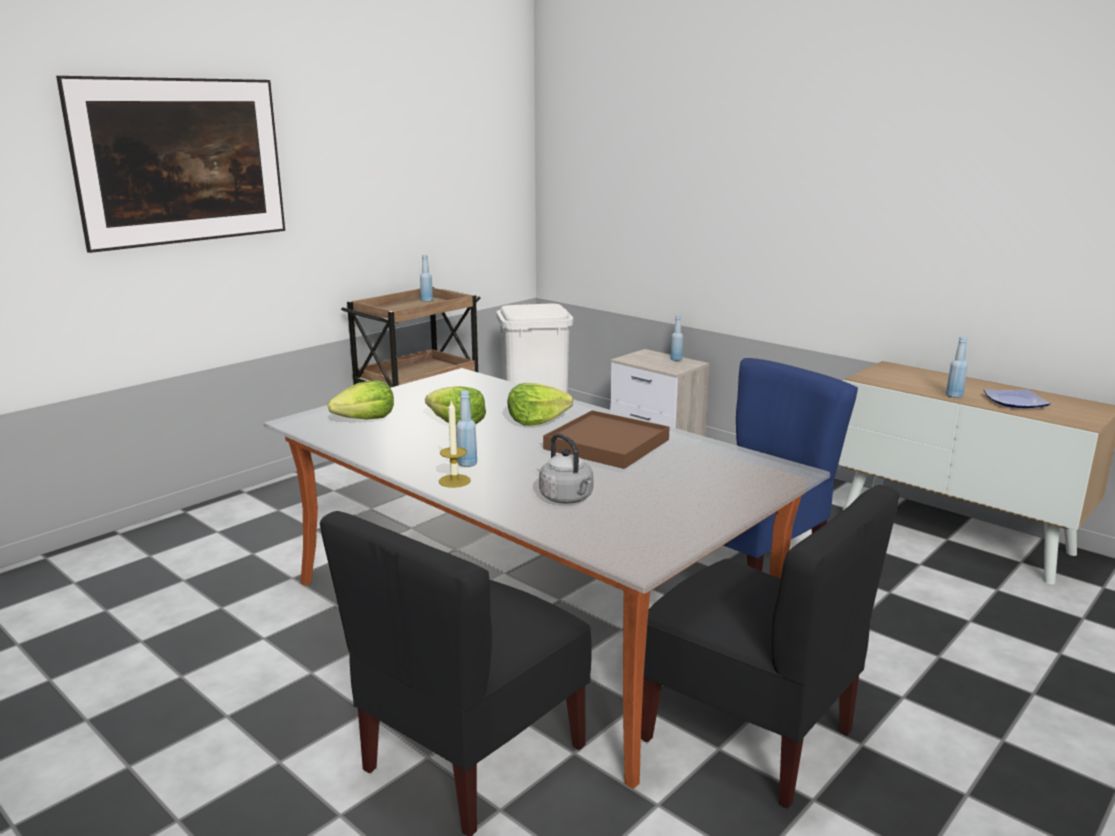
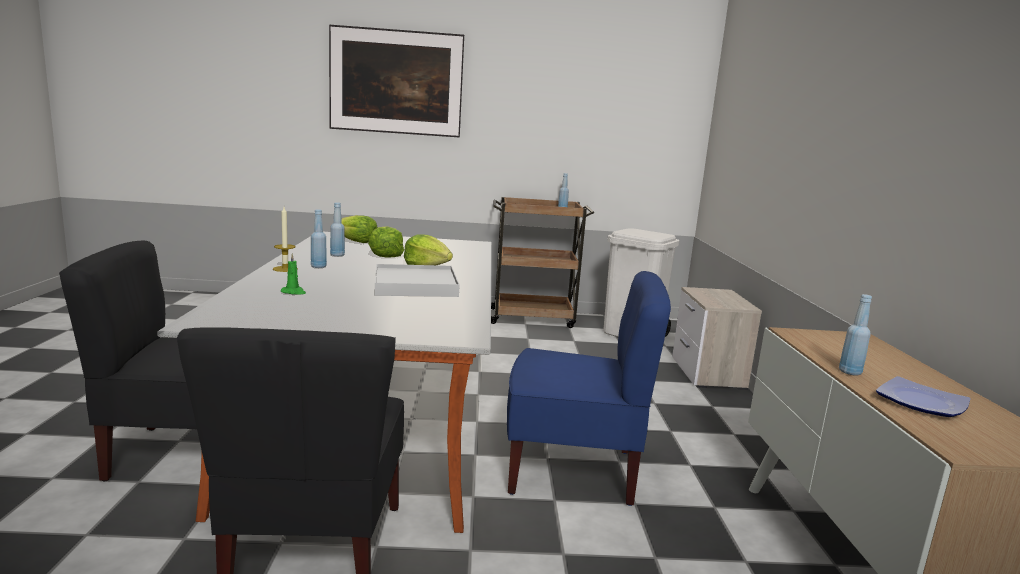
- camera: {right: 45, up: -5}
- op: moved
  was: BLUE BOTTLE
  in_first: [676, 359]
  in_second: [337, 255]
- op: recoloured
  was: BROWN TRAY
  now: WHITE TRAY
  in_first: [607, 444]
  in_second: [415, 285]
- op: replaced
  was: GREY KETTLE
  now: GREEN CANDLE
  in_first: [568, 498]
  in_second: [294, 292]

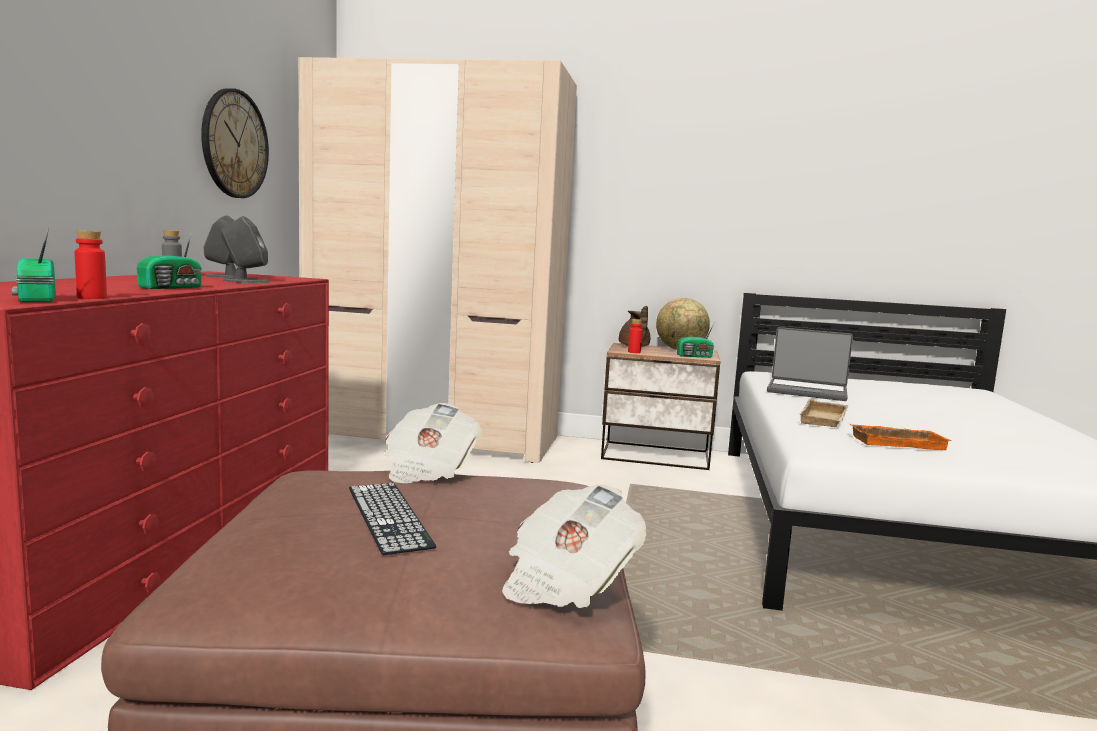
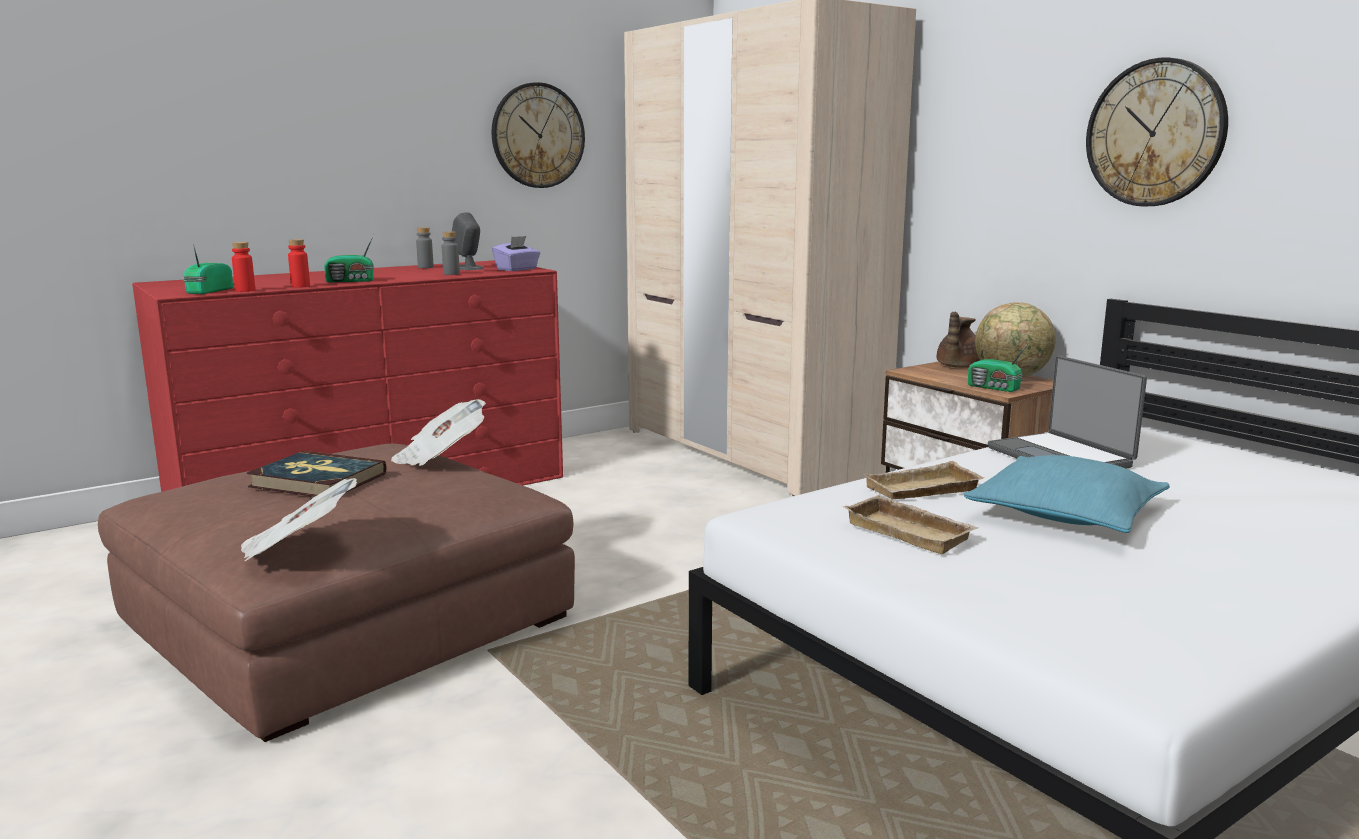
- camera: {right: 45, up: 5}
- op: replaced
  was: GREY SPEAKER
  now: GREY BOTTLE
  in_first: [245, 281]
  in_second: [451, 274]
- op: moved
  was: RED BOTTLE
  in_first: [634, 352]
  in_second: [300, 286]
- op: recoloured
  was: ORANGE TRAY
  now: BEIGE TRAY
  in_first: [897, 442]
  in_second: [911, 532]
- op: replaced
  was: KEYBOARD
  now: BOOK
  in_first: [388, 516]
  in_second: [318, 480]
- op: added
  now: WALL CLOCK
  in_second: [1155, 133]
- op: added
  now: PURPLE TISSUE BOX
  in_second: [517, 269]
- op: added
  now: TURQUOISE PILLOW
  in_second: [1065, 514]

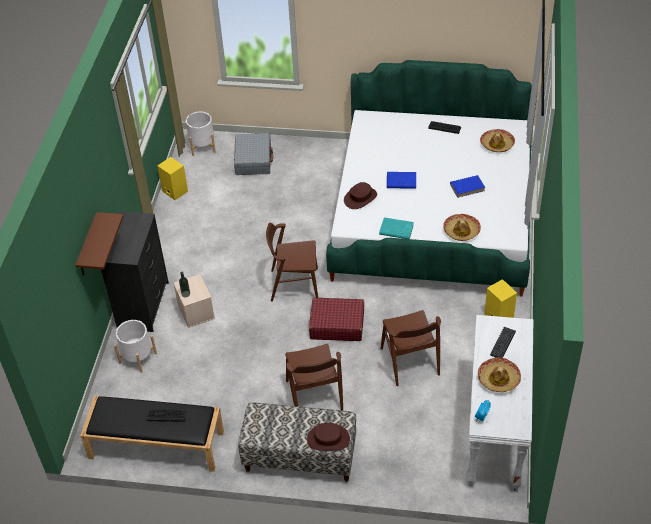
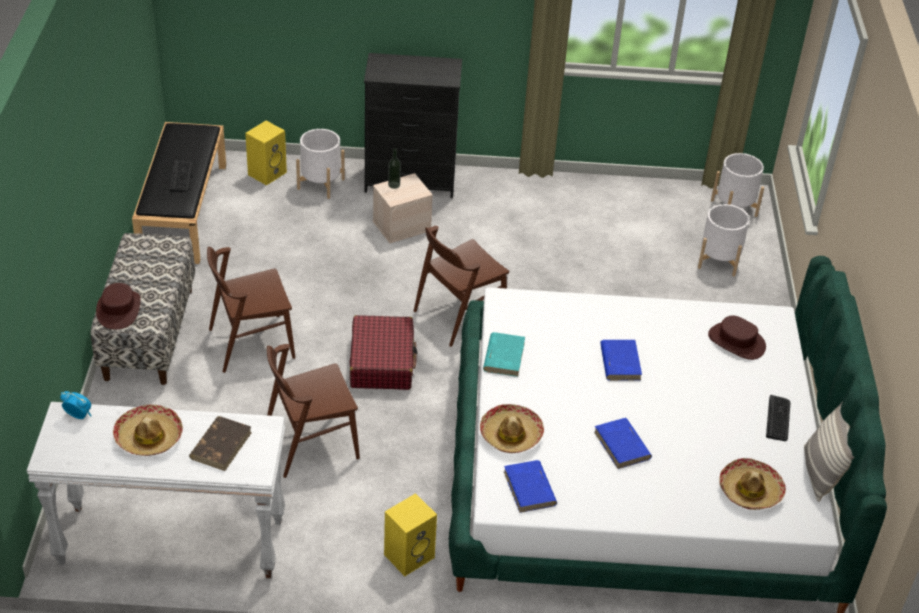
- camera: {right: 80, up: -5}
- op: replaced
  was: GREY SUITCASE
  now: WHITE PLANTER
  in_first: [253, 160]
  in_second: [719, 261]
- op: moved
  was: YELLOW SPEAKER
  in_first: [174, 191]
  in_second: [267, 173]
- op: moved
  was: BROWN HAT
  in_first: [360, 198]
  in_second: [736, 342]
- op: removed
  was: BROWN SHELF
  in_first: [88, 246]
- op: turned
  was: BROWN CHAIR
  in_first: [294, 284]
  in_second: [459, 315]
  clockwise: -120
- op: replaced
  was: KEYBOARD
  now: BROWN BOOK
  in_first: [503, 343]
  in_second: [221, 445]
- op: added
  now: PILLOW
  in_second: [820, 474]
- op: added
  now: BLUE BOOK
  in_second: [530, 489]

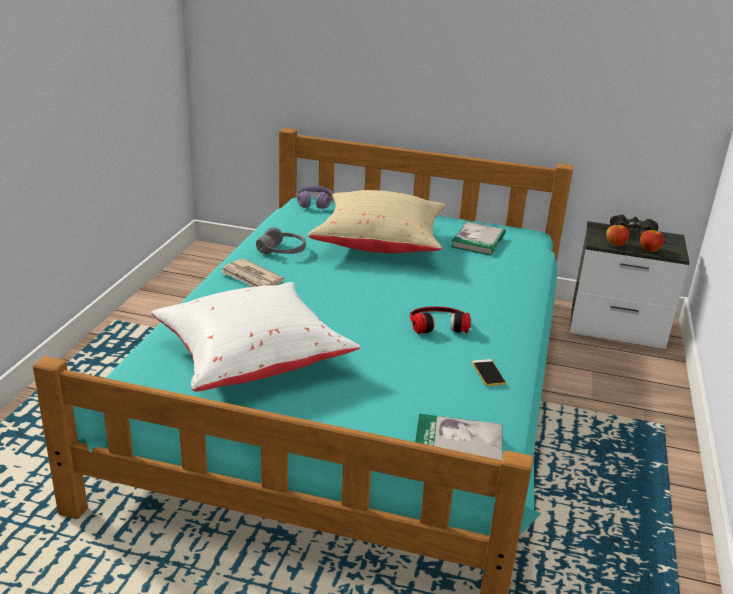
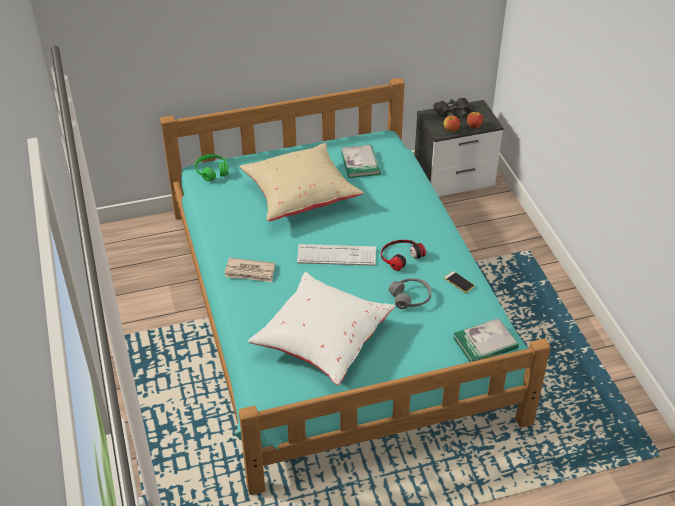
- camera: {right: -30, up: 15}
- op: recoloured
  was: PURPLE HEADPHONES
  now: GREEN HEADPHONES
  in_first: [314, 203]
  in_second: [212, 172]
- op: moved
  was: GREY HEADPHONES
  in_first: [282, 251]
  in_second: [410, 298]
- op: added
  now: KEYBOARD
  in_second: [336, 255]

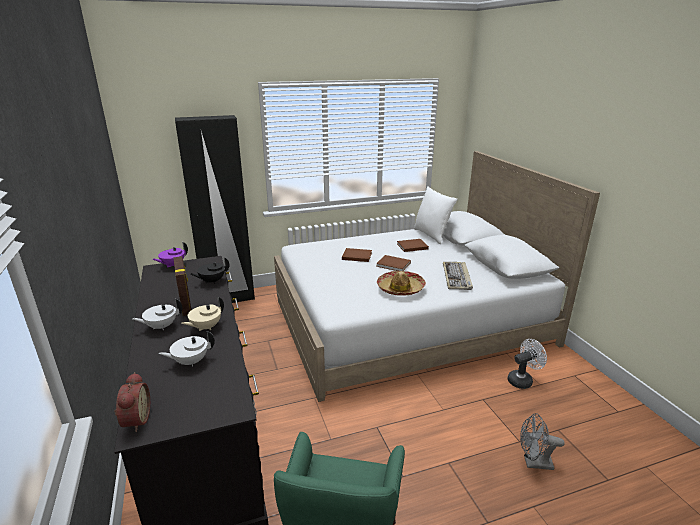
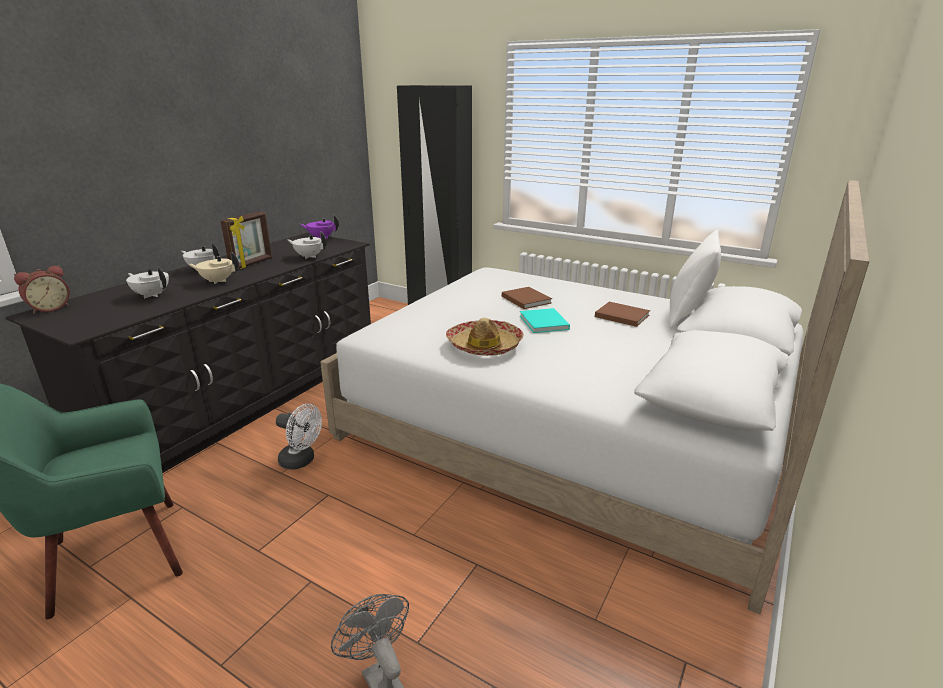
- camera: {right: 50, up: 0}
- op: recoloured
  was: BROWN BOOK
  now: TURQUOISE BOOK
  in_first: [394, 265]
  in_second: [544, 323]
- op: recoloured
  was: BLACK TEAPOT
  now: WHITE TEAPOT
  in_first: [212, 281]
  in_second: [309, 256]
- op: removed
  was: KEYBOARD
  in_first: [457, 277]
- op: moved
  was: WHITE FAN
  in_first: [522, 380]
  in_second: [301, 461]

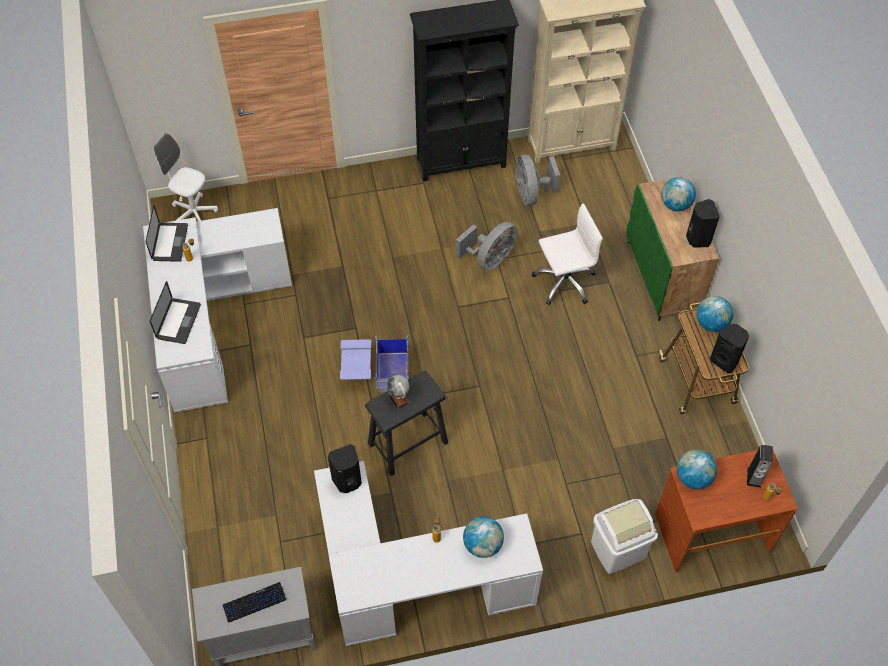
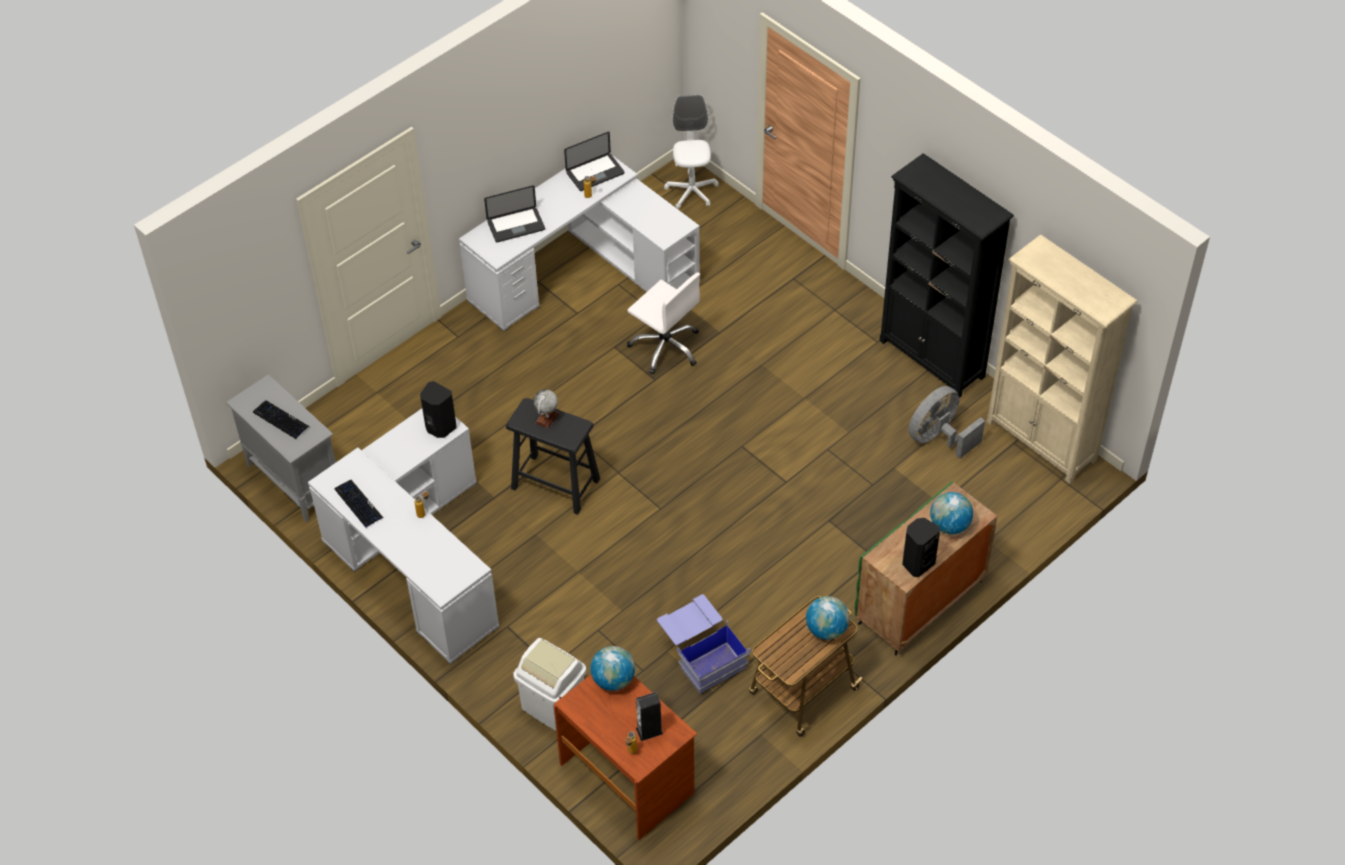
- camera: {right: 60, up: -5}
- op: moved
  was: WHITE OFFICE CHAIR
  in_first: [564, 282]
  in_second: [666, 347]
- op: removed
  was: GREY FAN
  in_first: [490, 259]
- op: removed
  was: BLACK SPEAKER
  in_first: [725, 361]
- op: moved
  was: BLUE STORAGE BOX
  in_first: [375, 373]
  in_second: [702, 653]
- op: removed
  was: GLOBE
  in_first: [482, 545]
- op: added
  now: KEYBOARD
  in_second: [358, 504]

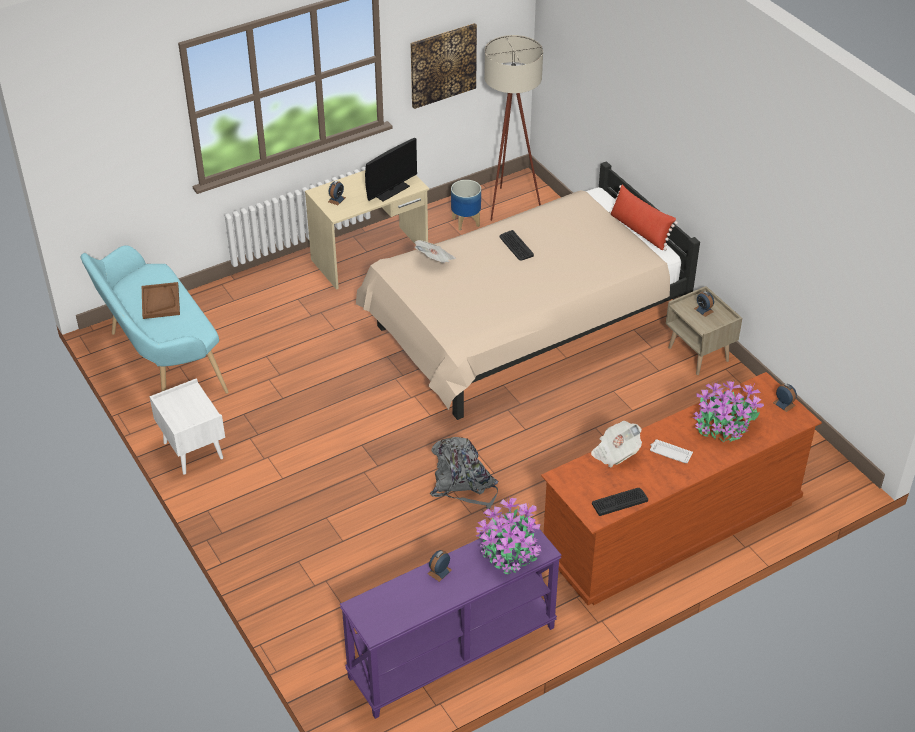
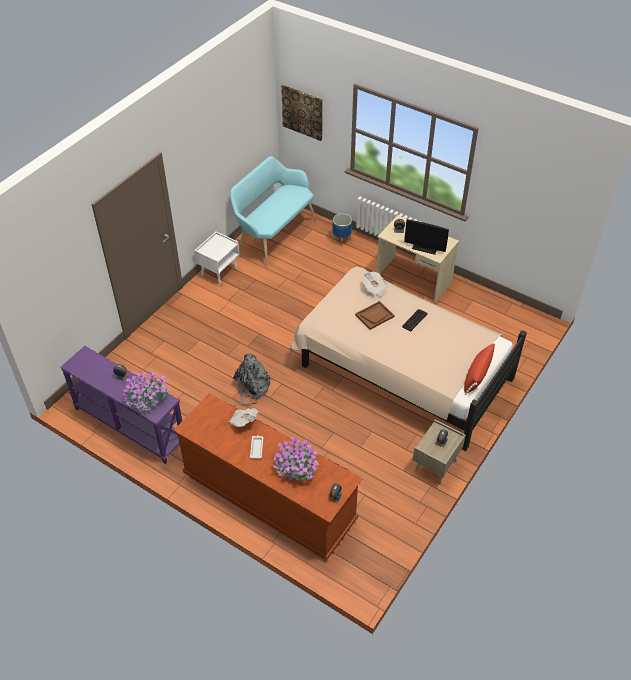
- camera: {right: 65, up: 5}
- op: moved
  was: PICTURE
  in_first: [443, 65]
  in_second: [302, 112]
- op: removed
  was: BEIGE FLOOR LAMP
  in_first: [509, 202]
- op: moved
  was: PLANTER
  in_first: [465, 222]
  in_second: [341, 240]
- op: moved
  was: BROWN TRAY
  in_first: [160, 302]
  in_second: [374, 316]
- op: removed
  was: KEYBOARD
  in_first: [619, 501]

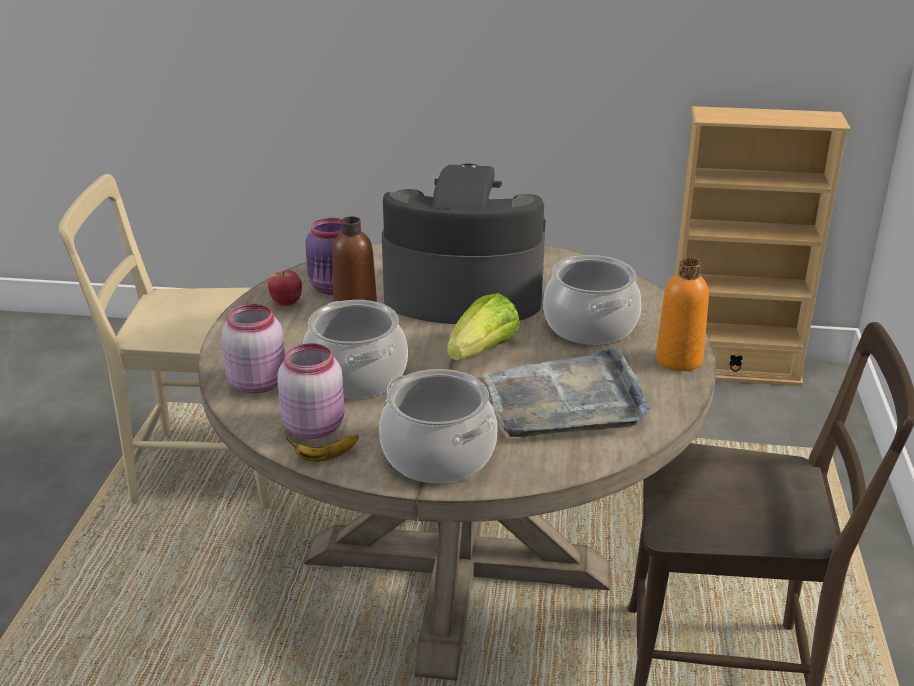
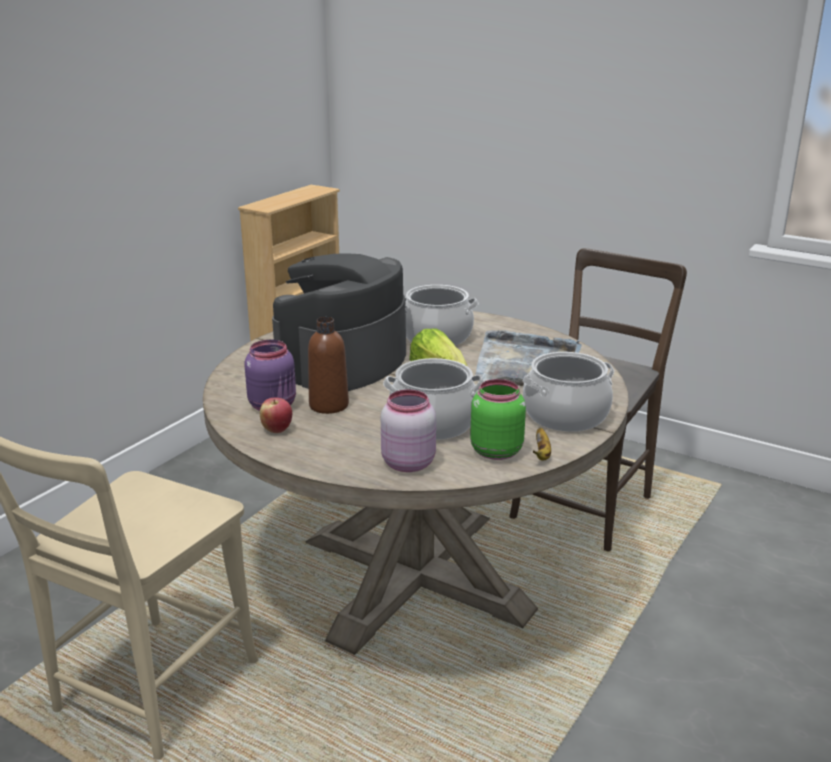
- camera: {right: -65, up: -5}
- op: removed
  was: ORANGE BOTTLE
  in_first: [678, 360]
- op: recoloured
  was: PINK JAR
  now: GREEN JAR
  in_first: [315, 426]
  in_second: [495, 451]

